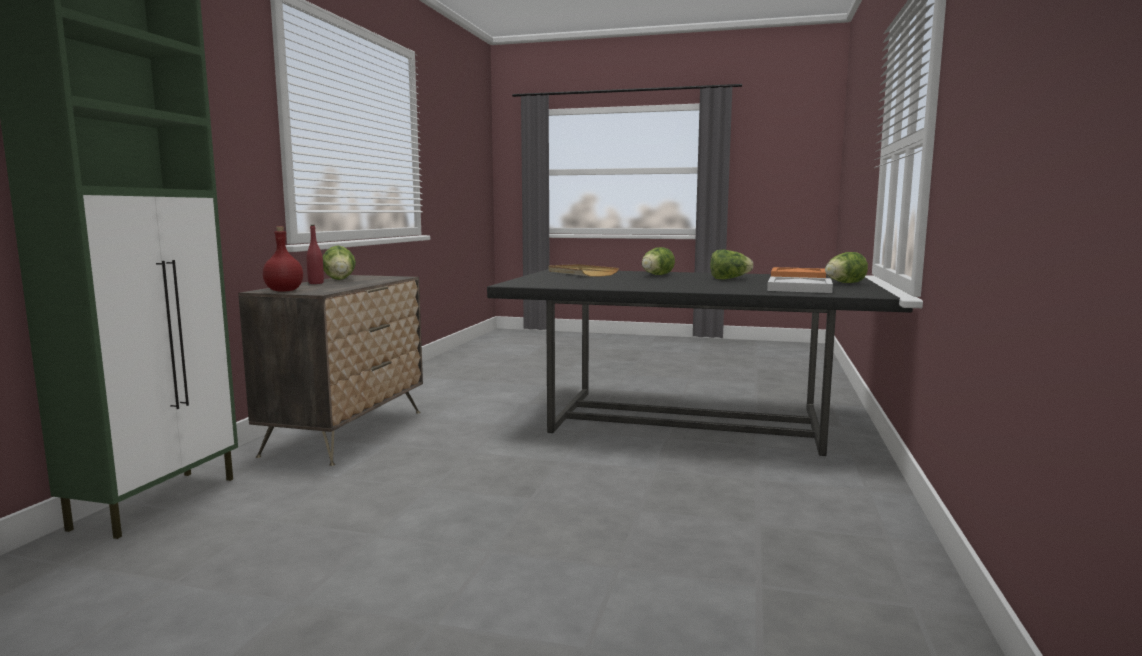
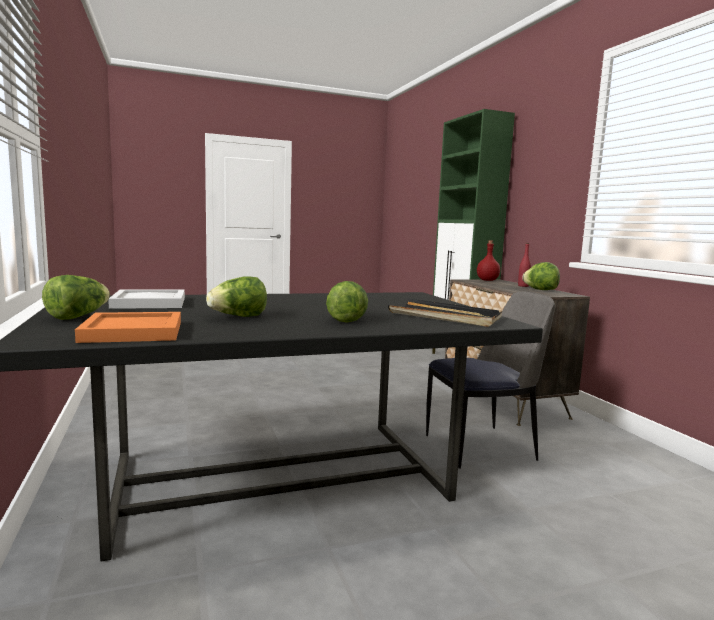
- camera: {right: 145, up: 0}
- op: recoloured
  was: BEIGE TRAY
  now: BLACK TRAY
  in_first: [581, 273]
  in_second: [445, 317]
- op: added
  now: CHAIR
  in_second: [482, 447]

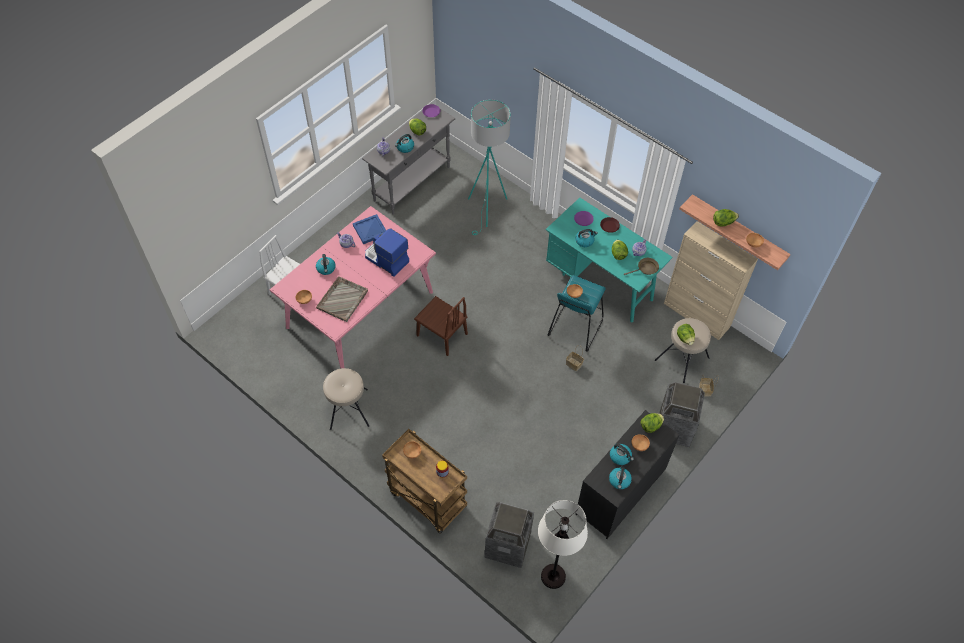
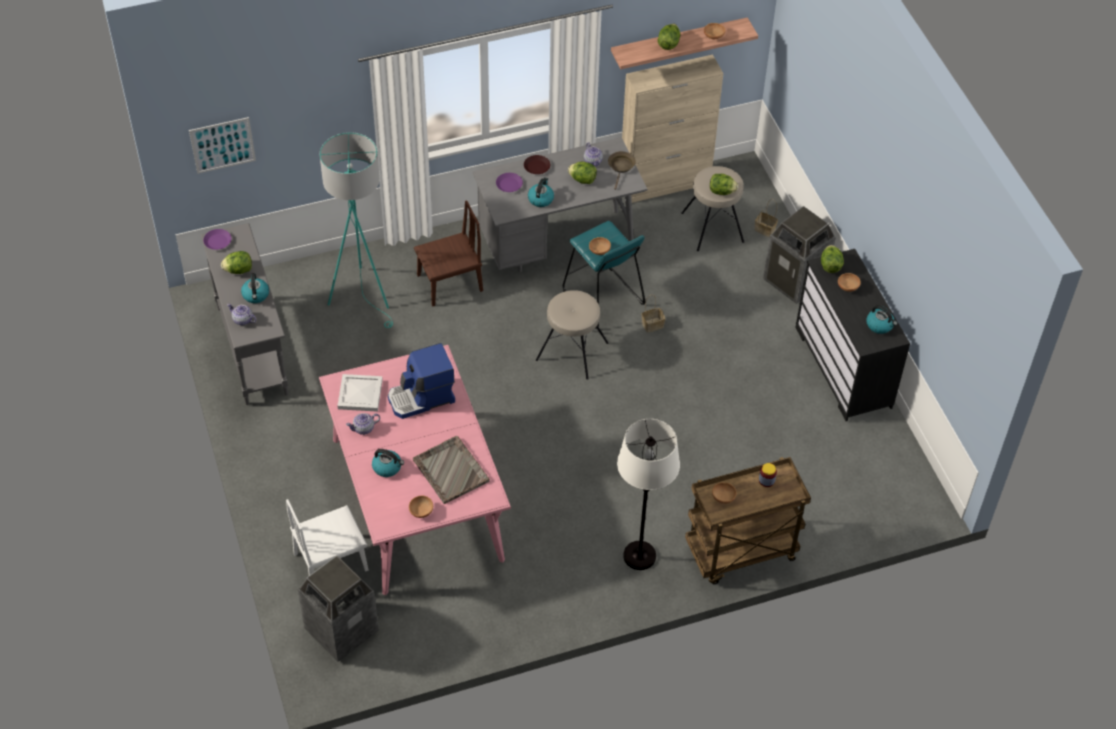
- camera: {right: -60, up: -5}
- op: recoloured
  was: TURQUOISE DESK
  now: GREY DESK
  in_first: [601, 283]
  in_second: [558, 243]
- op: recoloured
  was: BLUE TRAY
  now: WHITE TRAY
  in_first: [370, 229]
  in_second: [359, 393]
- op: moved
  was: BROWN CHAIR
  in_first: [442, 334]
  in_second: [449, 283]
- op: moved
  was: BEIGE STOOL
  in_first: [348, 409]
  in_second: [572, 352]
- op: removed
  was: KETTLE
  in_first: [620, 456]
- op: moved
  was: WHITE FLOOR LAMP
  in_first: [553, 576]
  in_second: [639, 556]
- op: moved
  was: TRASH CAN
  in_first: [507, 545]
  in_second: [341, 630]
- op: added
  now: PICTURE
  in_second: [222, 145]

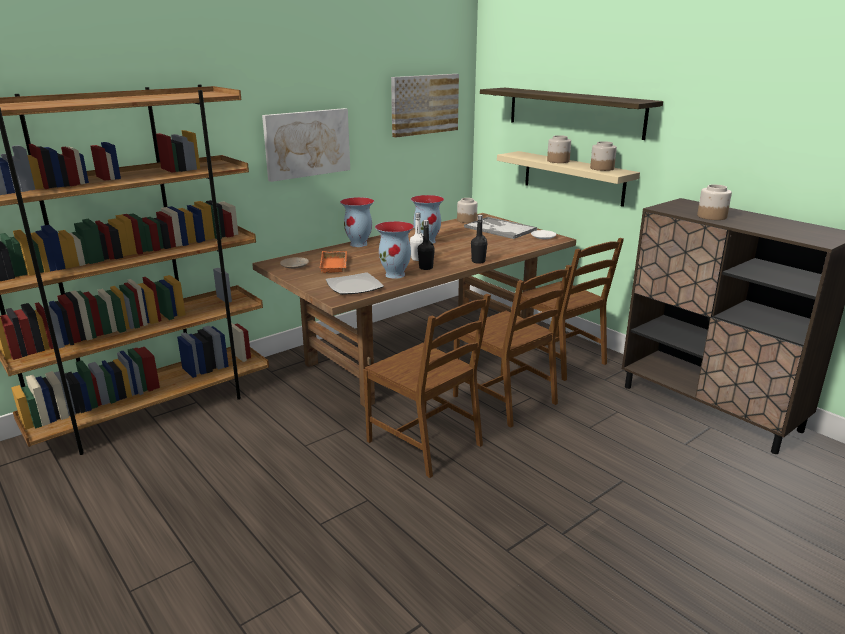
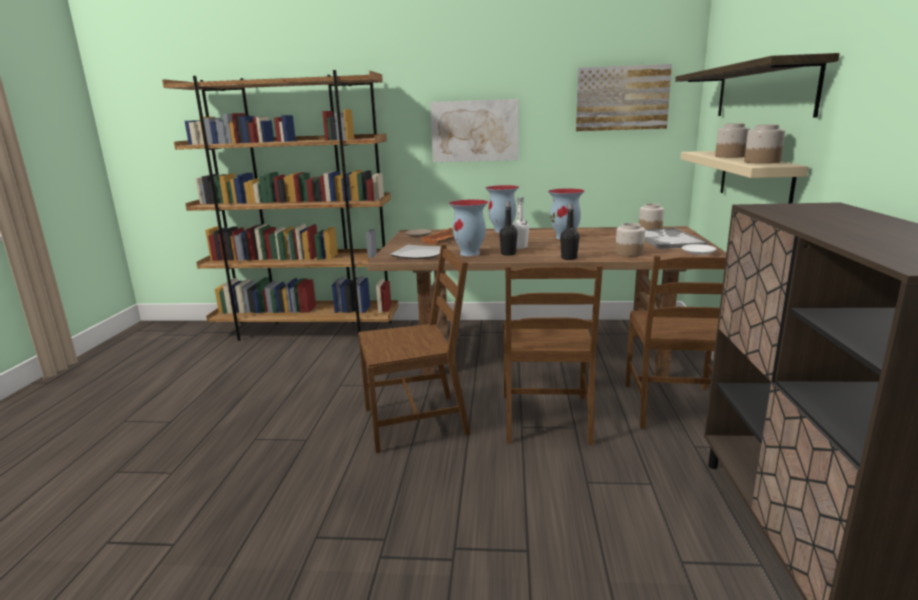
- camera: {right: 45, up: -5}
- op: moved
  was: JAR
  in_first: [711, 216]
  in_second: [628, 253]
- op: turned
  was: BROWN CHAIR
  in_first: [426, 442]
  in_second: [416, 421]
  clockwise: -105

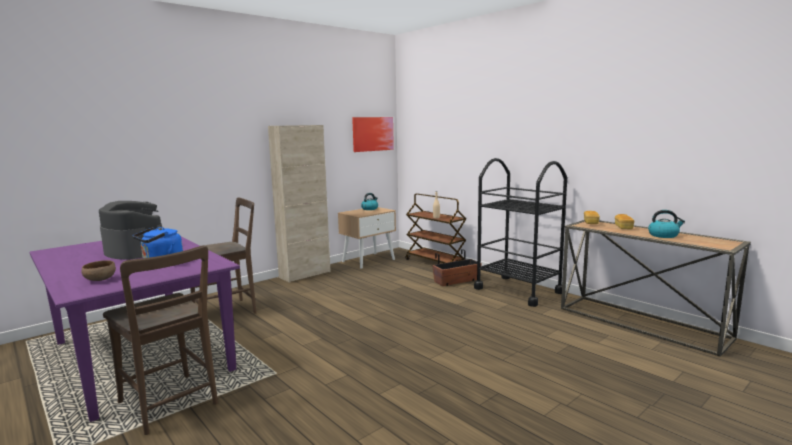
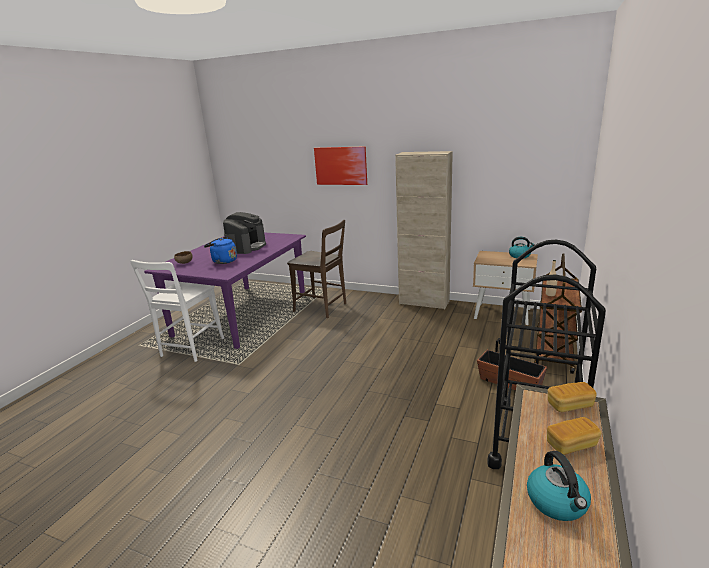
- camera: {right: 65, up: 10}
- op: moved
  was: PICTURE
  in_first: [372, 134]
  in_second: [341, 165]
- op: recoloured
  was: BROWN CHAIR
  now: WHITE CHAIR
  in_first: [170, 405]
  in_second: [190, 349]

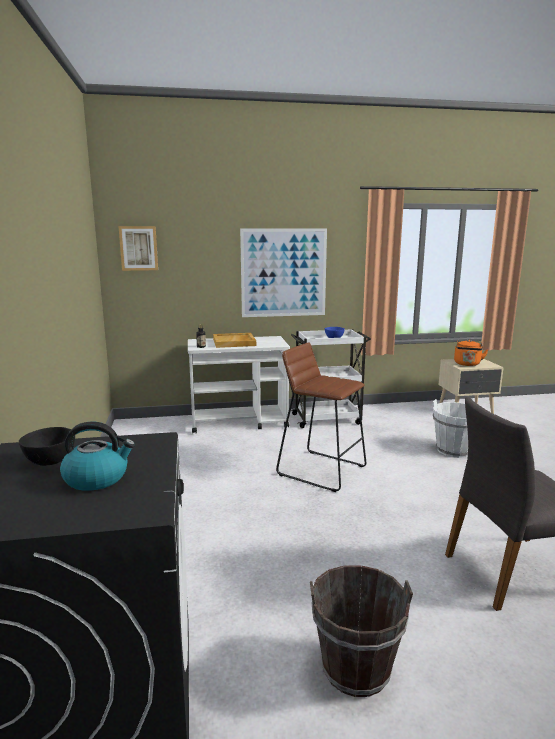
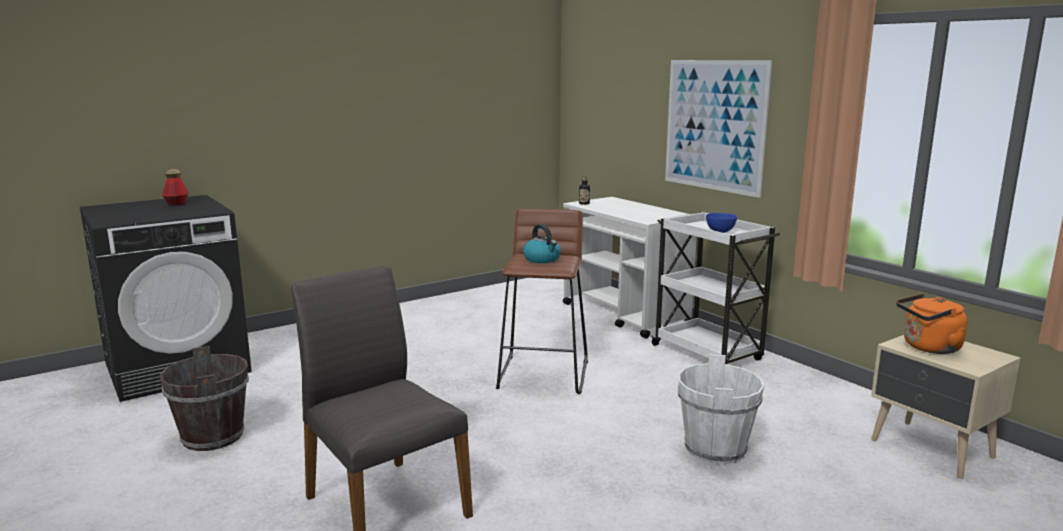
- camera: {right: 65, up: 0}
- op: removed
  was: PICTURE
  in_first: [138, 248]
- op: removed
  was: BEIGE TRAY
  in_first: [234, 342]
- op: moved
  was: KETTLE
  in_first: [97, 478]
  in_second: [542, 259]
- op: replaced
  was: BLACK BOWL
  now: BOTTLE
  in_first: [51, 462]
  in_second: [176, 204]

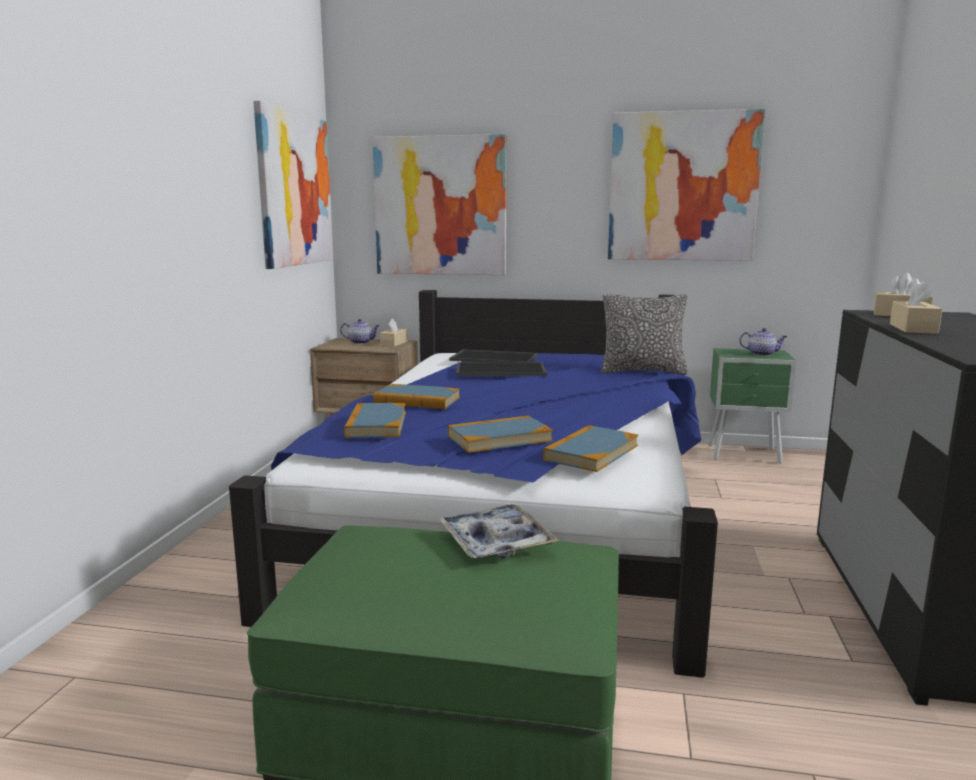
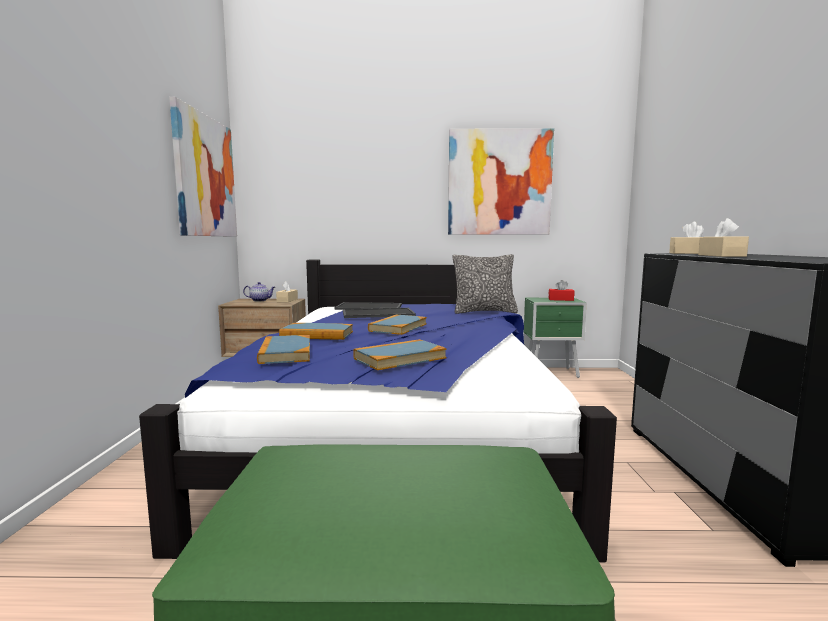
- camera: {right: -10, up: -5}
- op: removed
  was: PICTURE
  in_first: [440, 206]
- op: replaced
  was: TEAPOT
  now: RED TISSUE BOX
  in_first: [762, 354]
  in_second: [560, 299]
- op: moved
  was: BOOK
  in_first: [591, 452]
  in_second: [398, 327]
- op: removed
  was: TRAY
  in_first: [496, 542]

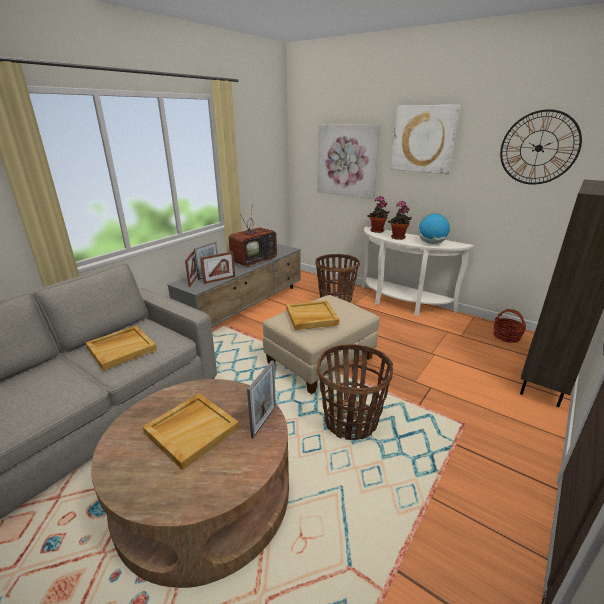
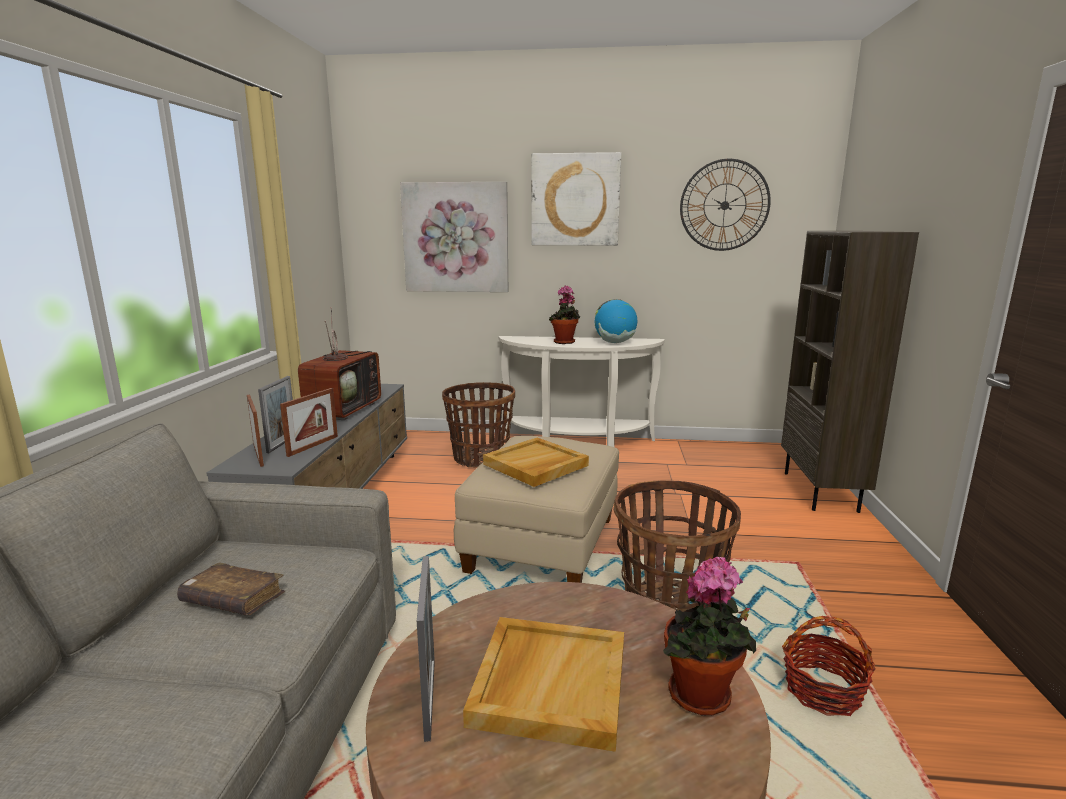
- camera: {right: -30, up: -10}
- op: moved
  was: POTTED PLANT
  in_first: [377, 231]
  in_second: [703, 699]
- op: moved
  was: BASKET
  in_first: [506, 336]
  in_second: [823, 691]
- op: replaced
  was: BEIGE TRAY
  now: BROWN BOOK
  in_first: [122, 349]
  in_second: [233, 600]
- op: moved
  was: PICTURE FRAME
  in_first: [264, 421]
  in_second: [429, 698]

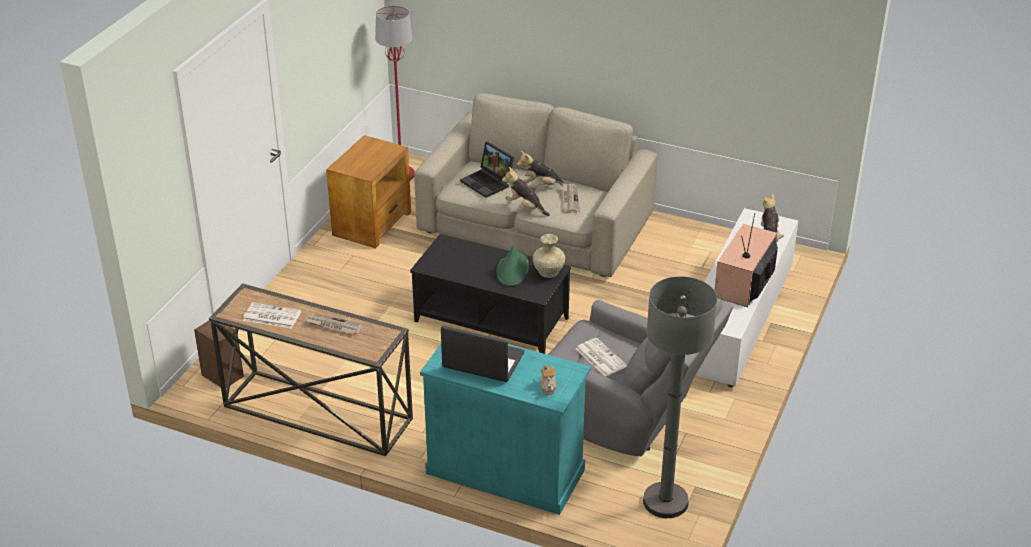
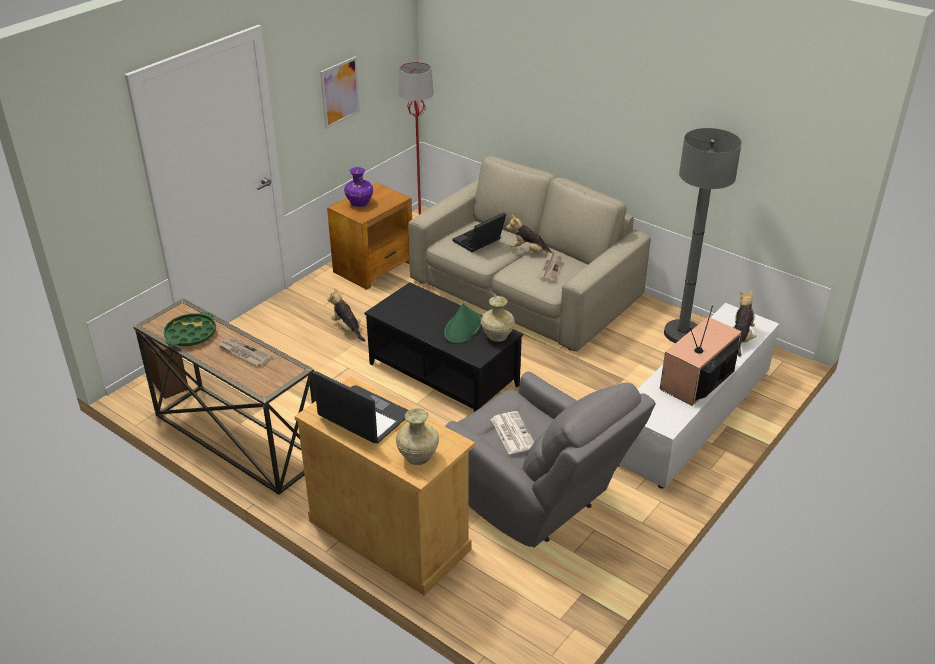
- camera: {right: 15, up: 0}
- op: turned
  was: LAPTOP
  in_first: [488, 183]
  in_second: [478, 242]
  clockwise: 75
- op: moved
  was: PLUSH TOY
  in_first: [525, 207]
  in_second: [347, 329]
- op: moved
  was: GREY FLOOR LAMP
  in_first: [665, 501]
  in_second: [682, 333]
- op: replaced
  was: NEWSPAPER
  now: GREEN TRAY
  in_first: [271, 316]
  in_second: [190, 334]
- op: recoloured
  was: TURQUOISE CABINET
  now: BEIGE CABINET
  in_first: [505, 471]
  in_second: [389, 534]
- op: replaced
  was: TEAPOT
  now: BEIGE VASE
  in_first: [548, 386]
  in_second: [418, 457]
- op: added
  now: PICTURE
  in_second: [340, 92]
- op: added
  now: PURPLE VASE
  in_second: [359, 203]

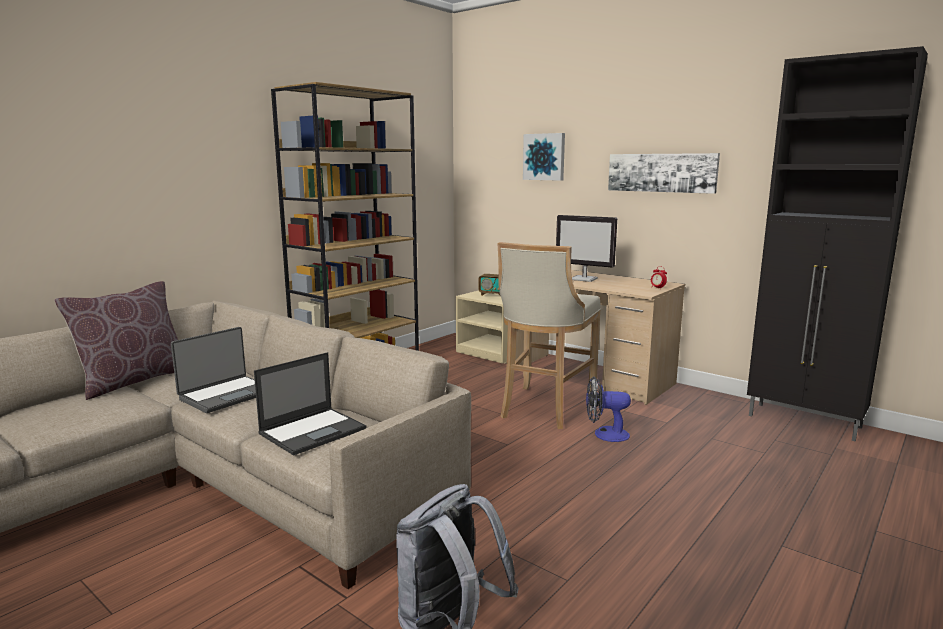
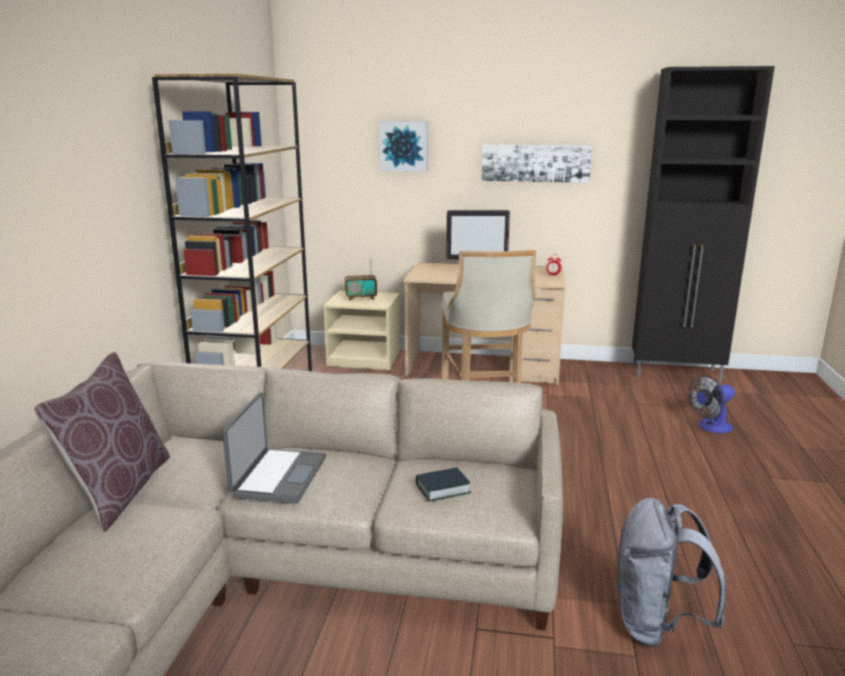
- camera: {right: -30, up: 5}
- op: replaced
  was: LAPTOP
  now: BOOK
  in_first: [314, 431]
  in_second: [442, 489]
- op: moved
  was: FAN
  in_first: [605, 434]
  in_second: [710, 427]

